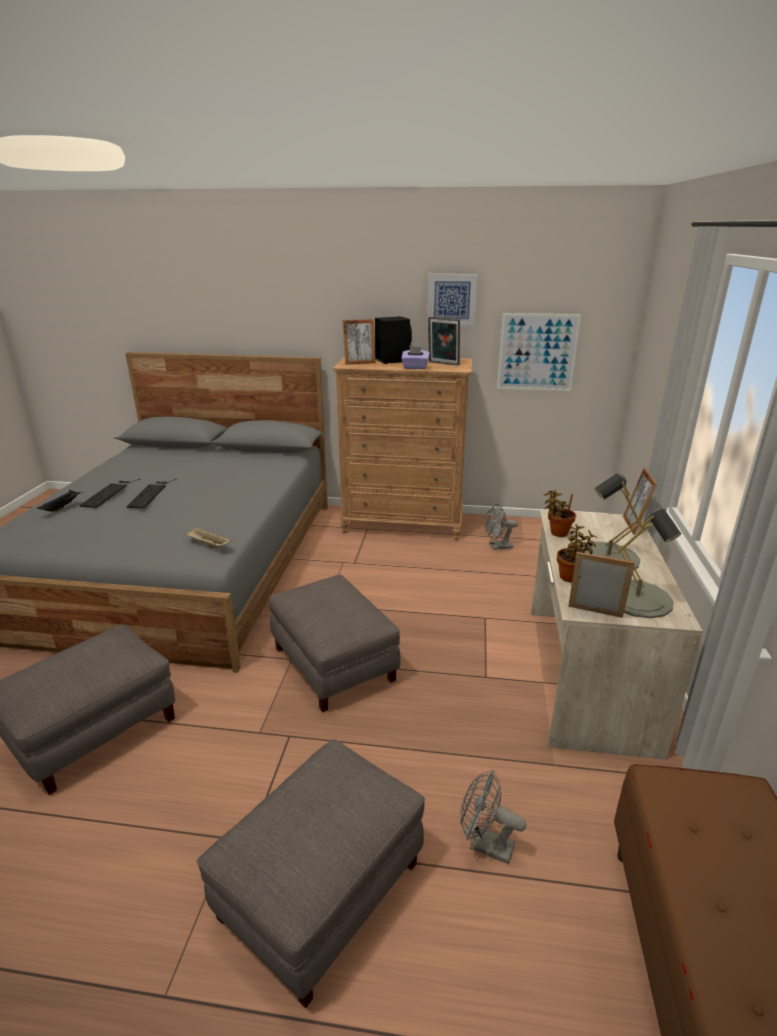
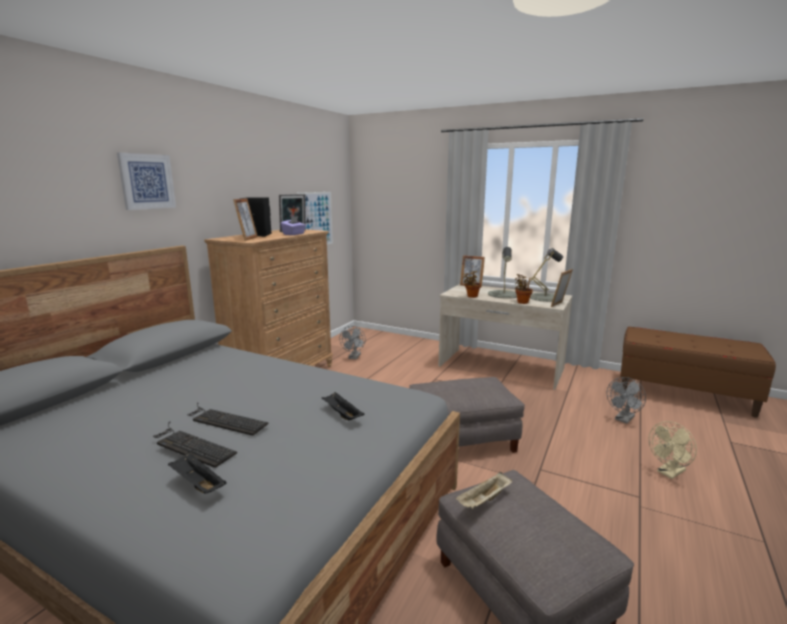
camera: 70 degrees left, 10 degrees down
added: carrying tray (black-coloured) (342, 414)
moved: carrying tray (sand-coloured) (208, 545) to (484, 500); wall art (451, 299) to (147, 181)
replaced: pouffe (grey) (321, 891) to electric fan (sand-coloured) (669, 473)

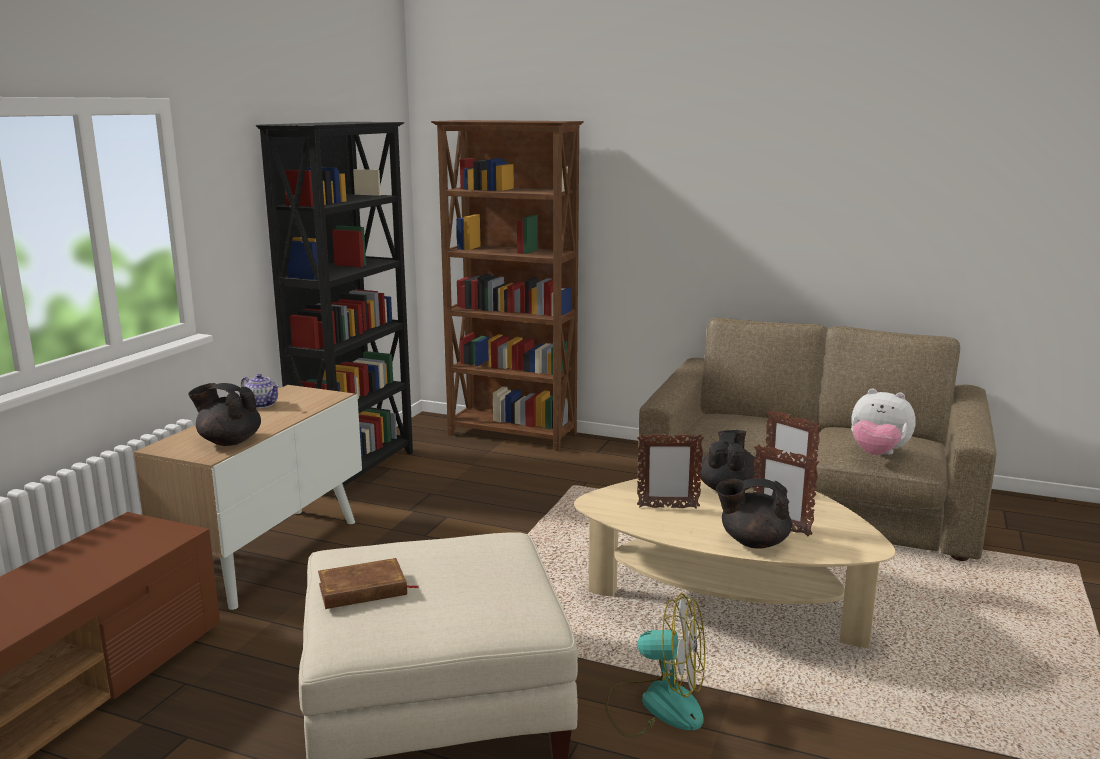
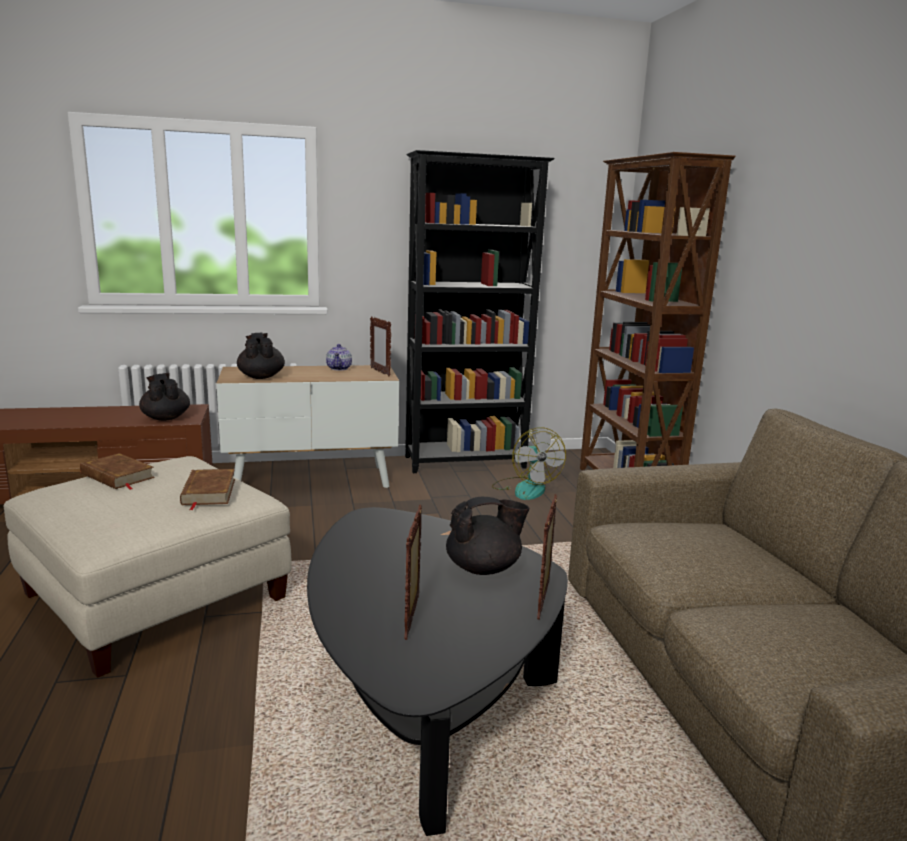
camera: 55 degrees right, 0 degrees up
removed: plush toy (877, 454)
added: volume (brownish) (208, 492)
moved: electric fan (656, 704) to (525, 488); photo frame (667, 507) to (380, 372); tea pot (black-coloured) (753, 542) to (165, 418)
recoloured: coffee table (sand-coloured) (725, 608) to coffee table (black-coloured) (423, 695)

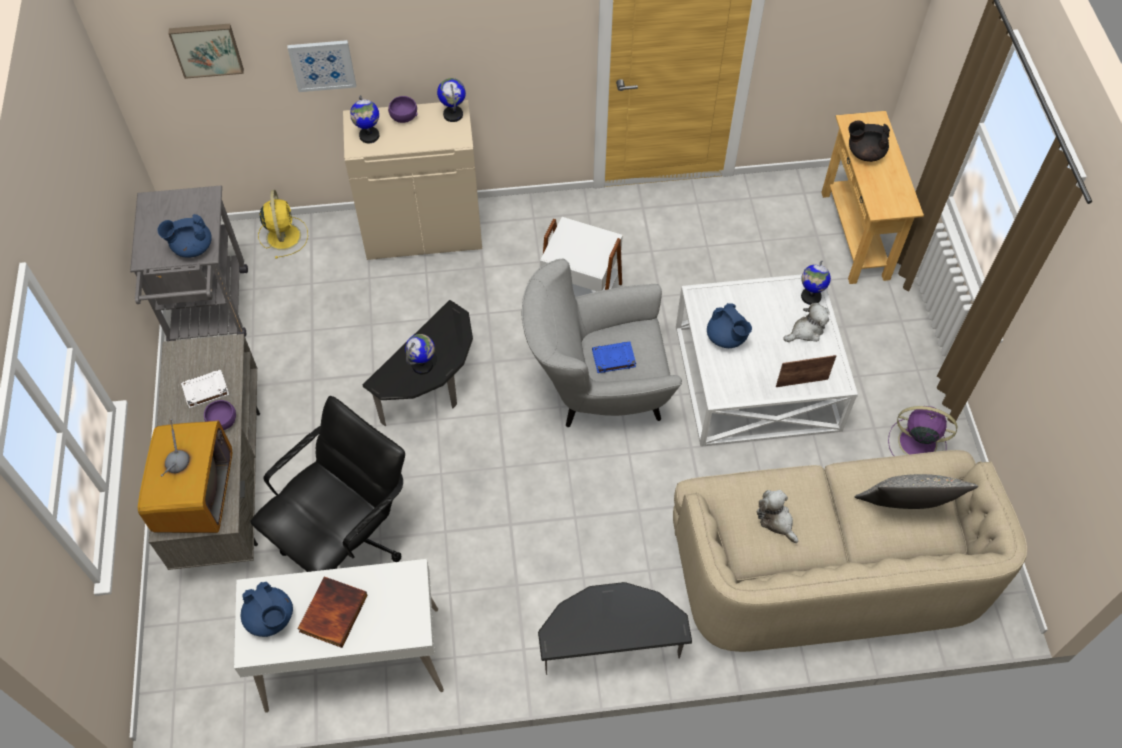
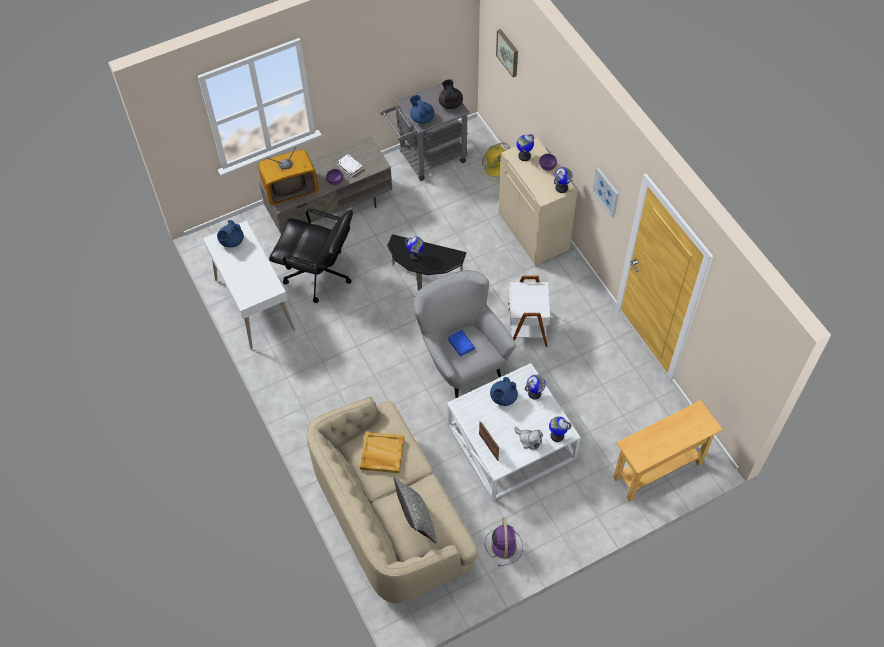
camera: 70 degrees right, 0 degrees up
removed: volume (332, 612); accent table (610, 648)
added: desk globe (534, 393)
moved: wall art (322, 65) to (606, 192); tea pot (black-coloured) (864, 153) to (450, 103)
replaced: plush toy (776, 520) to carrying tray (sand-coloured) (381, 454)

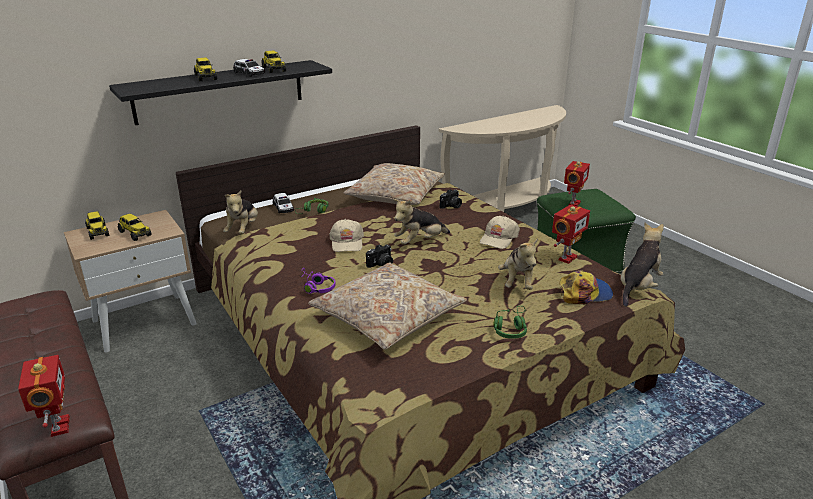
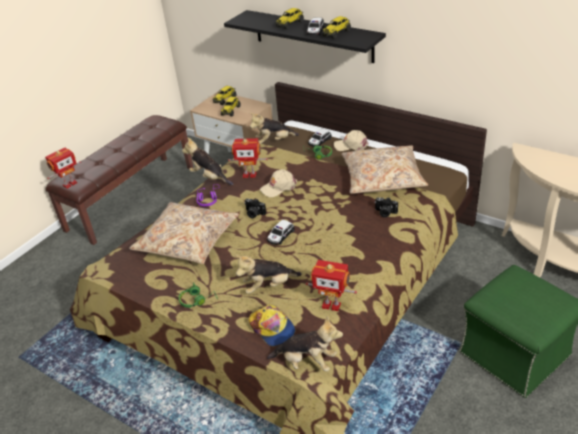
camera: 70 degrees right, 10 degrees up
added: toy car (280, 236)
moved: plush toy (420, 242) to (209, 178); cap (sand-coloured) (498, 238) to (351, 145); model robot (573, 203) to (249, 174)

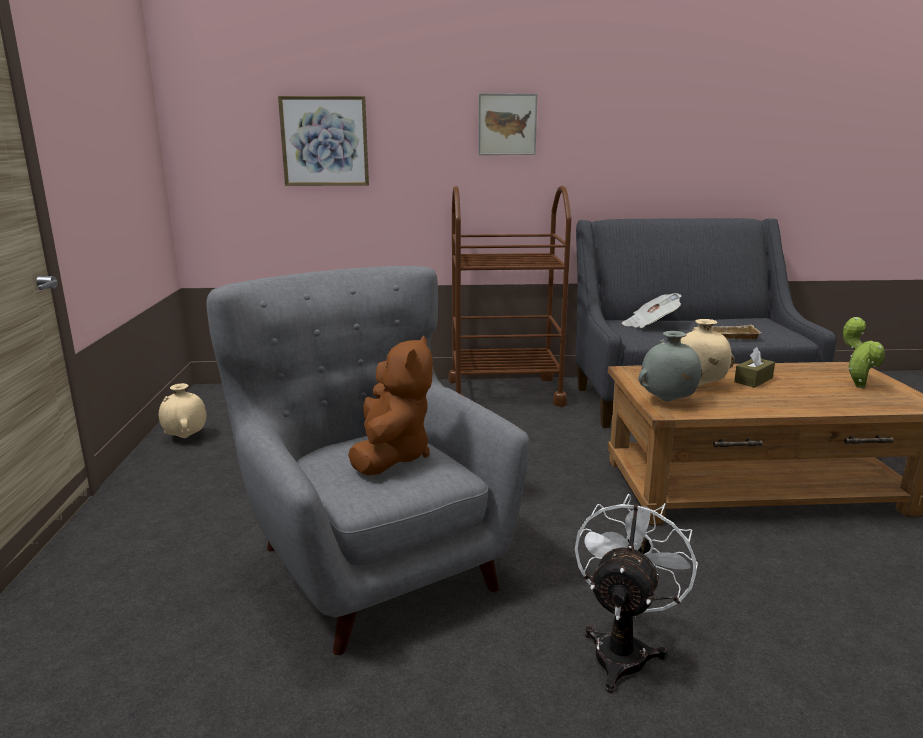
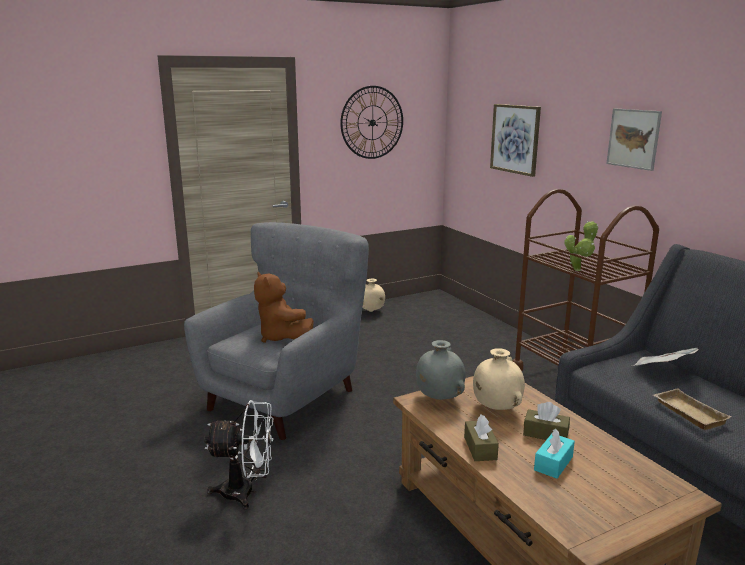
camera: 65 degrees right, 0 degrees up
added: wall clock (372, 122); tissue holder (brownish) (480, 448); tissue holder (turquoise-coloured) (553, 463)
moved: plant in a pot (857, 385) to (579, 269)
turned: plush toy (brownish) (391, 456) = (281, 337) 75 degrees clockwise

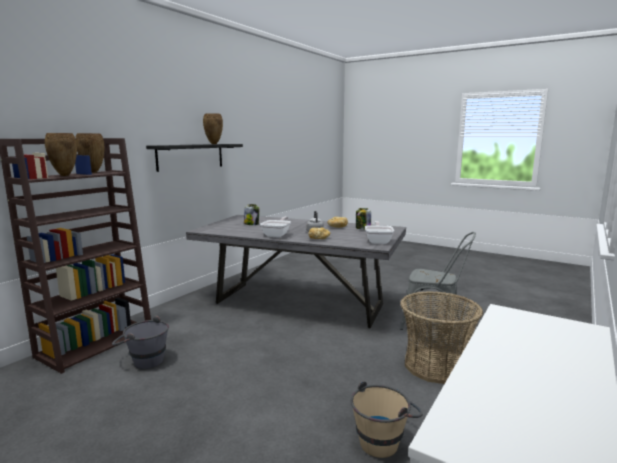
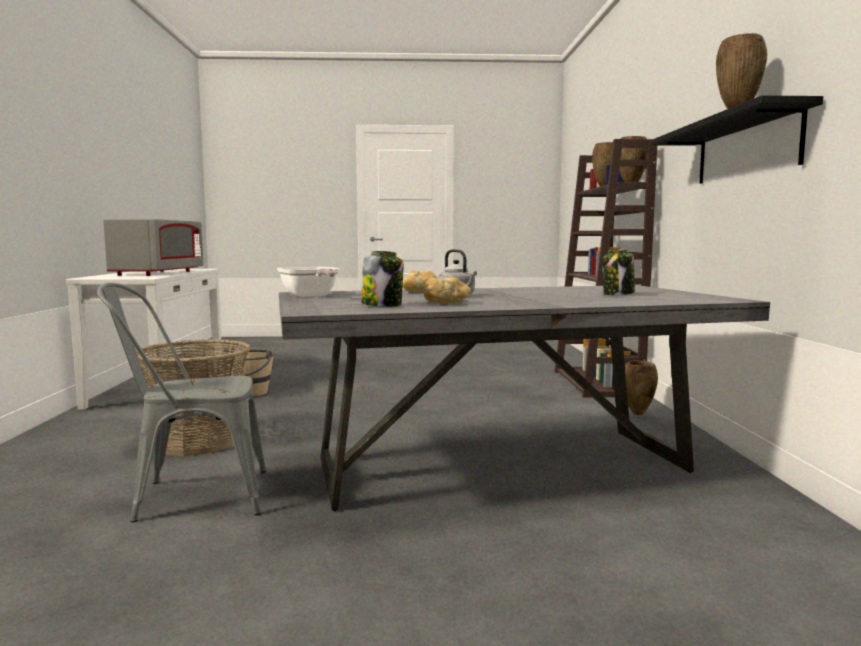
camera: 145 degrees right, 5 degrees down
removed: water bucket (grey) (143, 360); frying pan (277, 235)
added: kitchen microwave (grey) (158, 273); vase (brownish) (638, 414)

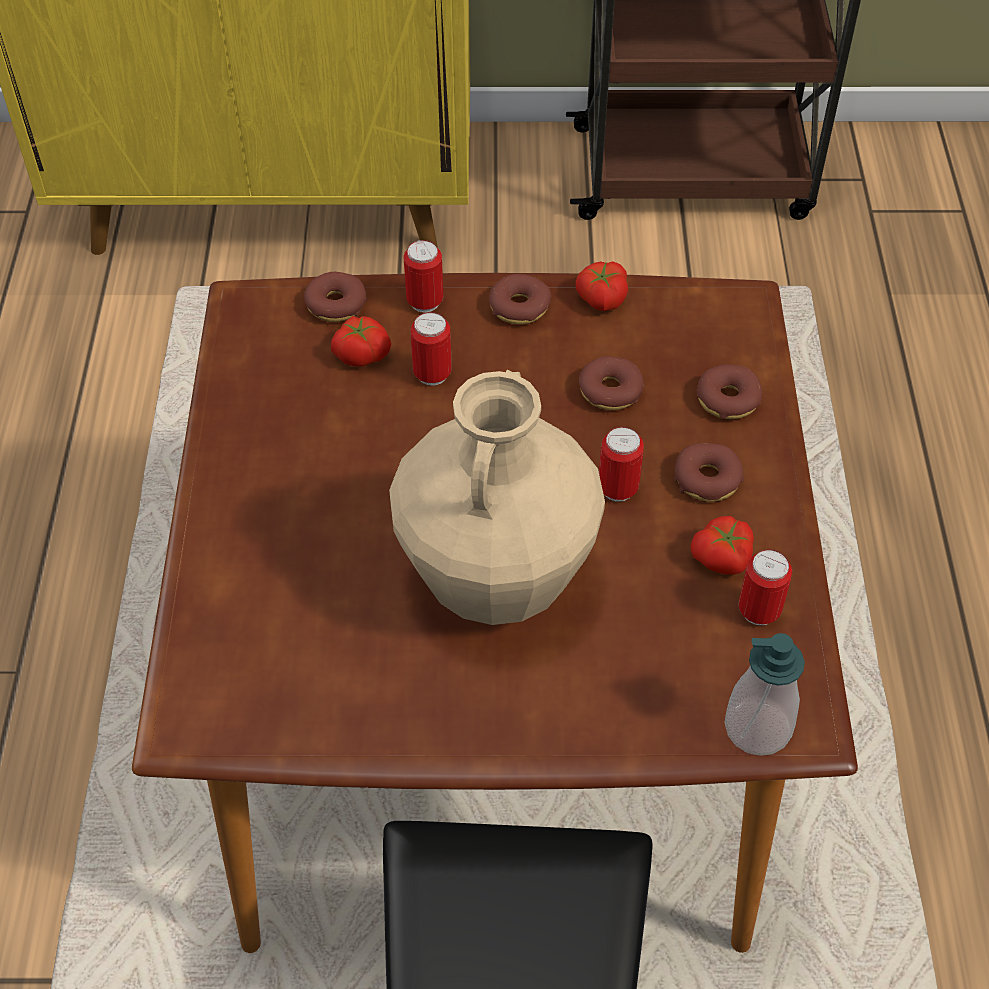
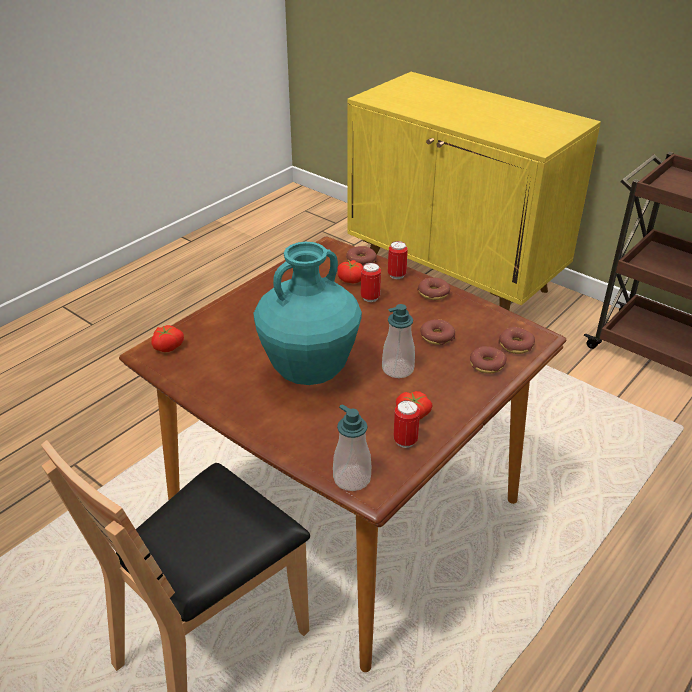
camera: 40 degrees right, 15 degrees down
moved: whole tomato (600, 298) to (167, 346); doughnut (707, 479) to (516, 345)
replaced: metal can (618, 489) to soap bottle (398, 369)
recoloured: vase (sand-coloured) (496, 581) to vase (turquoise-coloured) (310, 371)

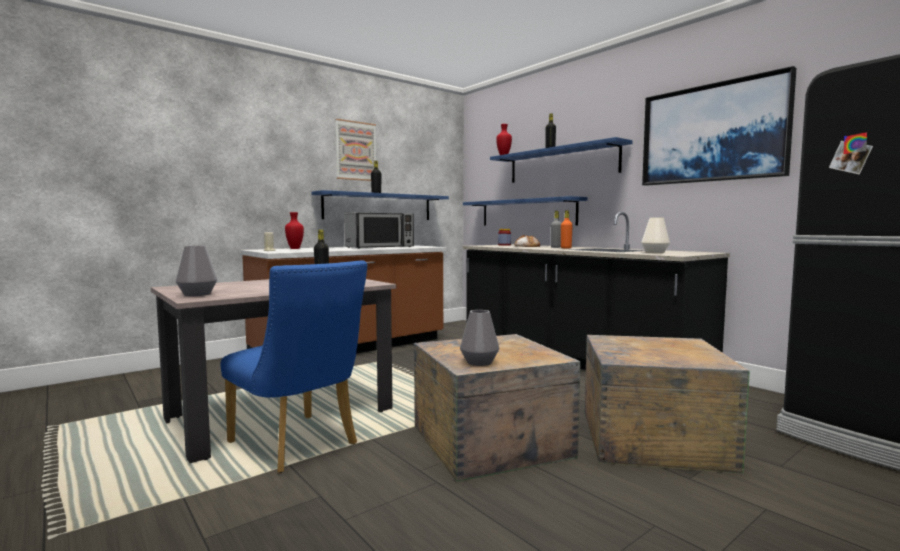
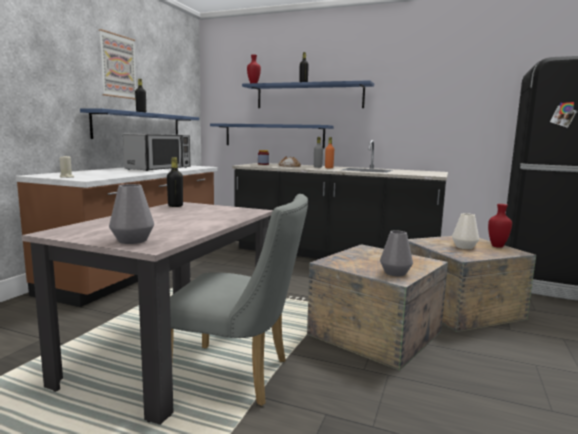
camera: 30 degrees left, 5 degrees up
removed: wall art (712, 133)
moved: vase (reddish) (295, 248) to (498, 246); vase (white) (654, 252) to (464, 247)
recoloured: chair (blue-coloured) (299, 446) to chair (grey) (238, 376)

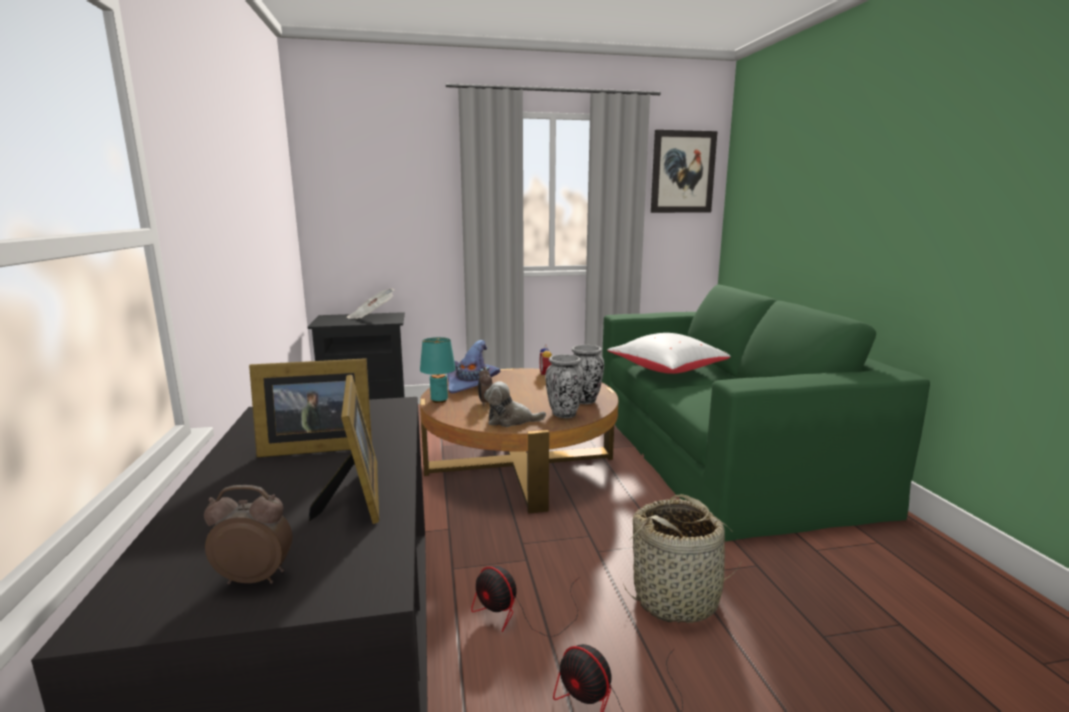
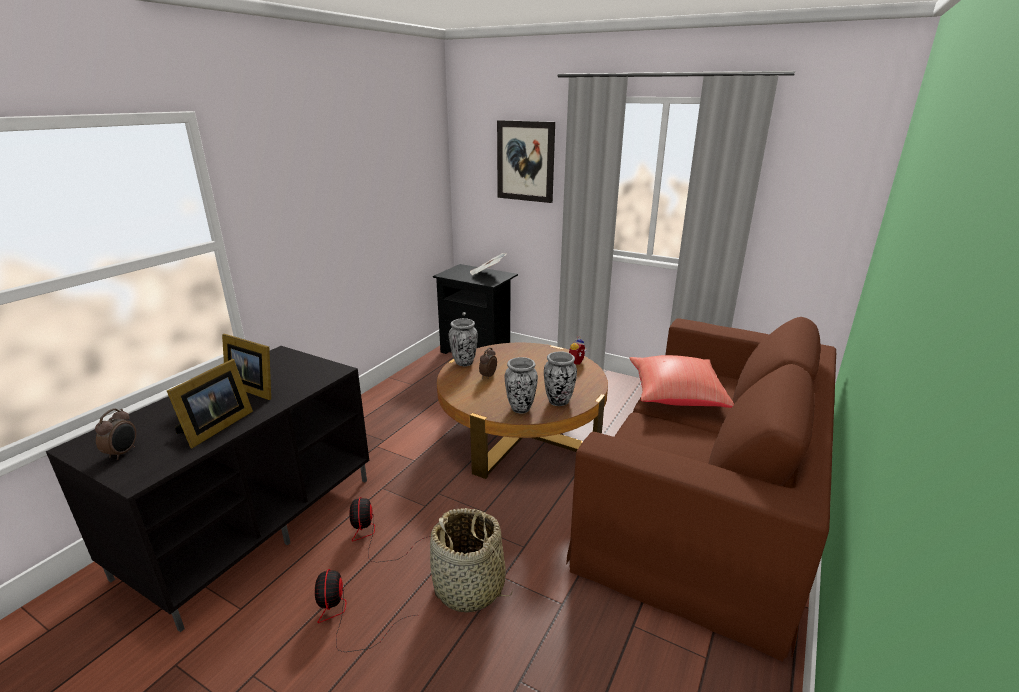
camera: 40 degrees right, 10 degrees up
removed: wearable hat (purple) (472, 383); plush toy (510, 420)
moved: wall art (682, 172) to (525, 161)
replaced: tabletop lamp (turquoise-coloured) (439, 400) to vase (464, 362)
recoloured: couch (greenish) (721, 450) to couch (brownish) (708, 495); throw pillow (white) (665, 370) to throw pillow (reddish) (675, 396)
turned: bedside clock (255, 577) = (123, 453) 60 degrees clockwise

